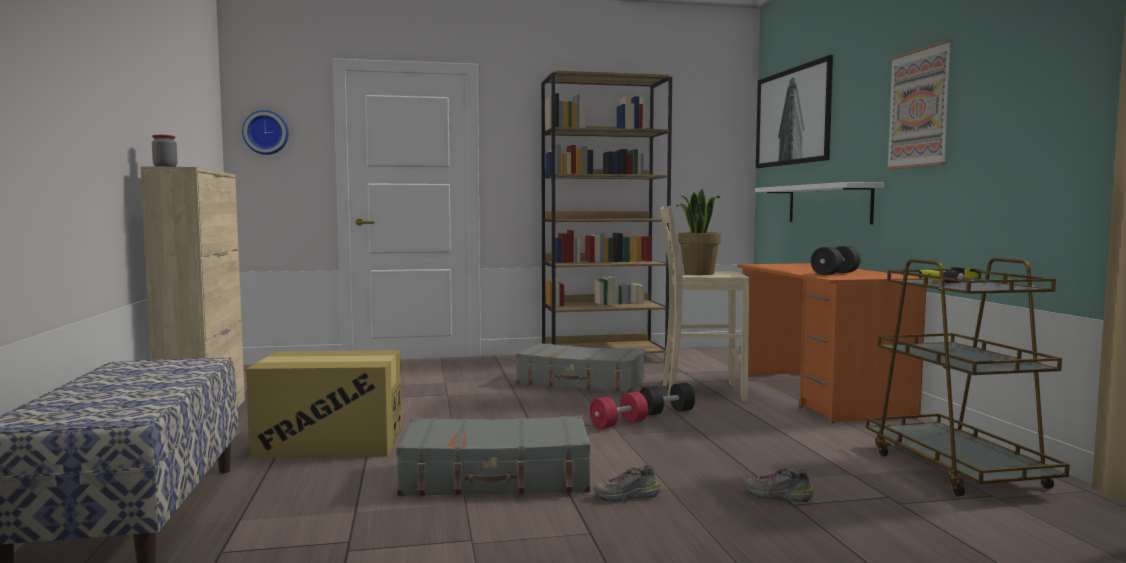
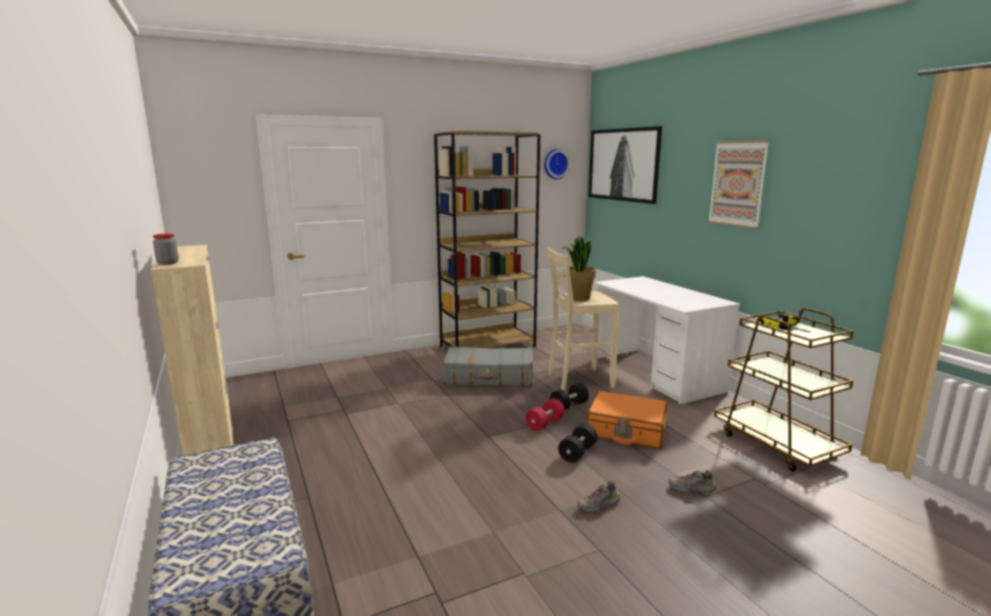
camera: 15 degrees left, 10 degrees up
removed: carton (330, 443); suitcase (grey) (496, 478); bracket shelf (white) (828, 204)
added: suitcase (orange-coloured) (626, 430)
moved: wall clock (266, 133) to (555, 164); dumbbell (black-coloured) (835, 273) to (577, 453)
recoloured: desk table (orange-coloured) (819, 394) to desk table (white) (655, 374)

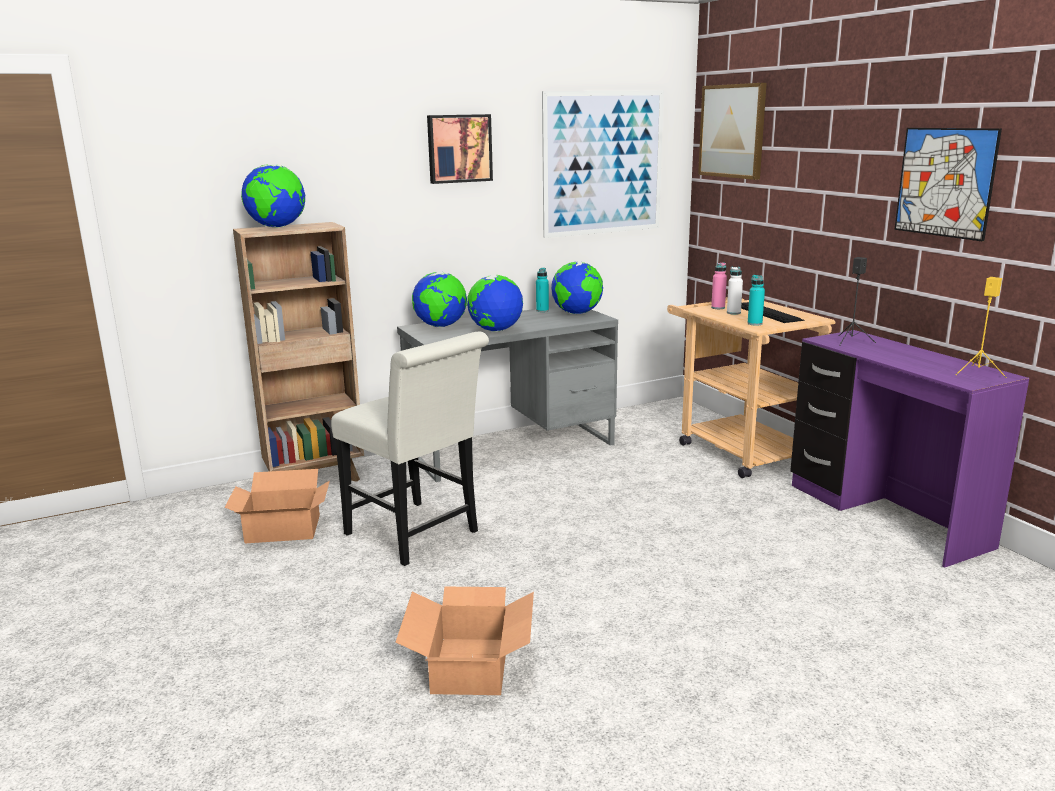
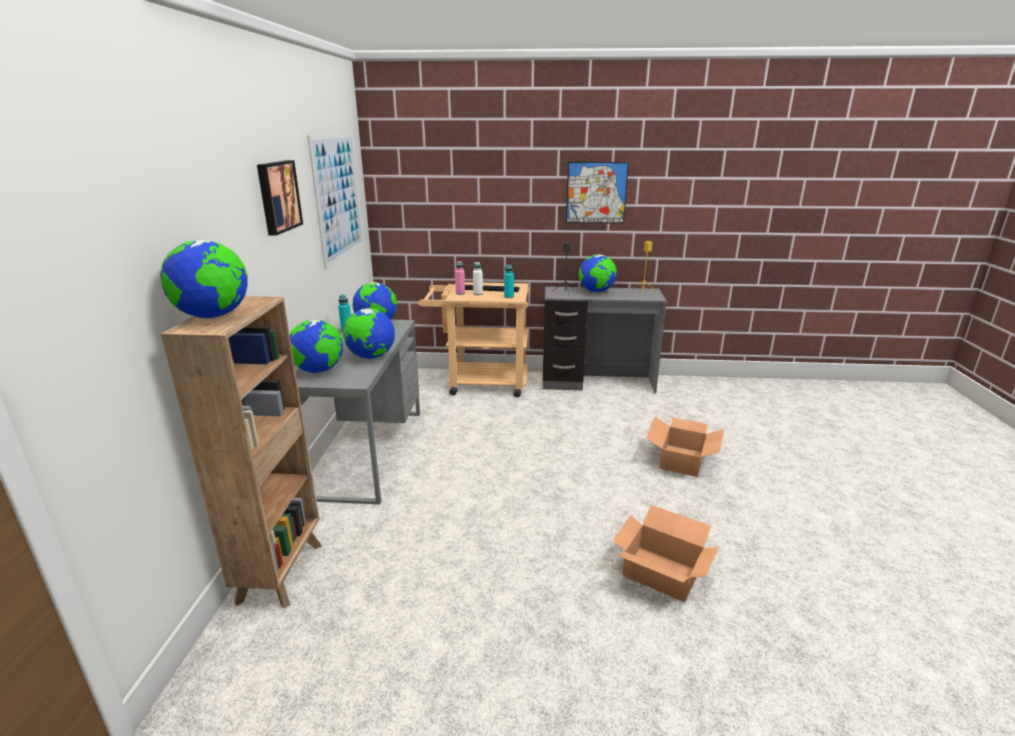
camera: 60 degrees left, 5 degrees up
removed: chair (white) (417, 536); wall art (733, 131)
added: desk globe (596, 292)
moved: carton (283, 529) to (682, 460)
recoloured: desk table (purple) (884, 516) to desk table (grey) (597, 383)

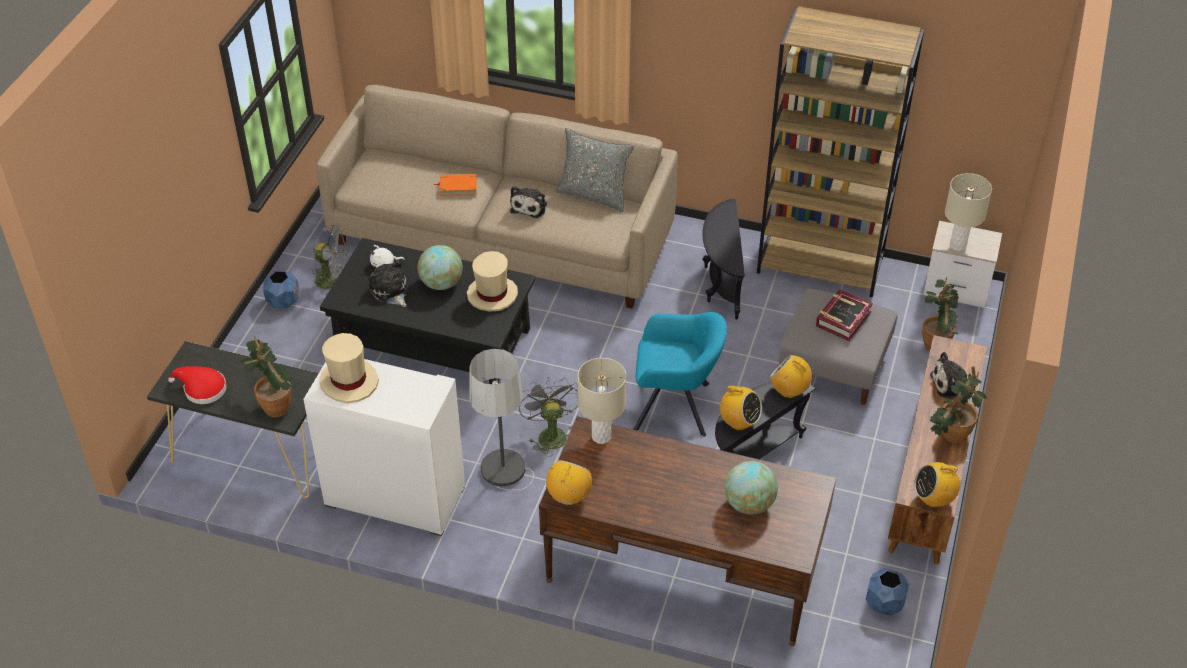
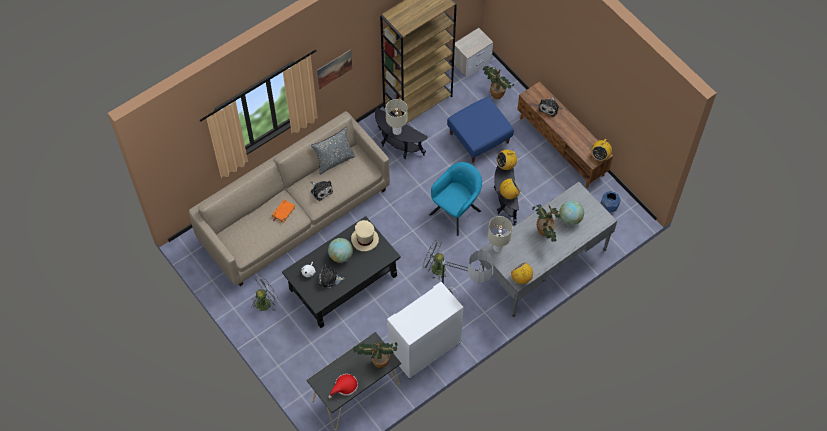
camera: 55 degrees left, 15 degrees up
removed: planter (blue-coloured) (283, 301); wearable hat (sand-coloured) (349, 381); volume (842, 319)
added: wall art (334, 69)
moved: plant in a pot (949, 436) to (544, 233); tabletop lamp (sand-coloured) (958, 245) to (397, 131)
recoloured: desk table (brownish) (682, 569) to desk table (grey) (543, 264); pouffe (grey) (834, 365) to pouffe (blue-coloured) (479, 137)

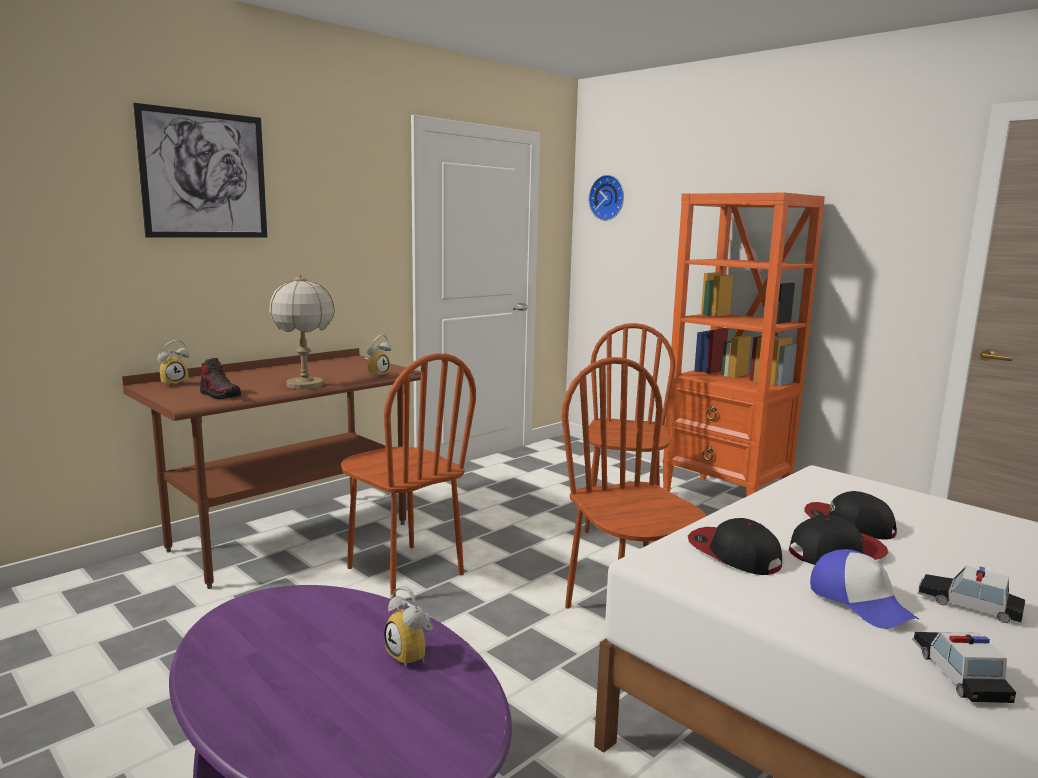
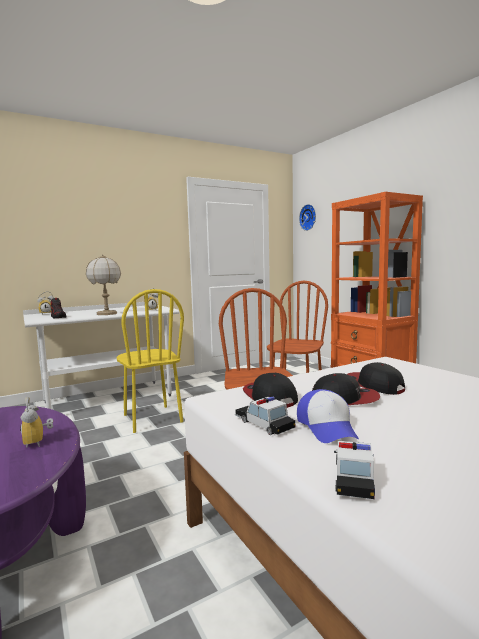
camera: 15 degrees right, 5 degrees down
removed: wall art (204, 175)
moved: toy car (968, 605) to (263, 424)
recoloured: desk table (brownish) (291, 536) to desk table (white) (108, 399); chair (brownish) (404, 571) to chair (yellow-coloured) (152, 418)

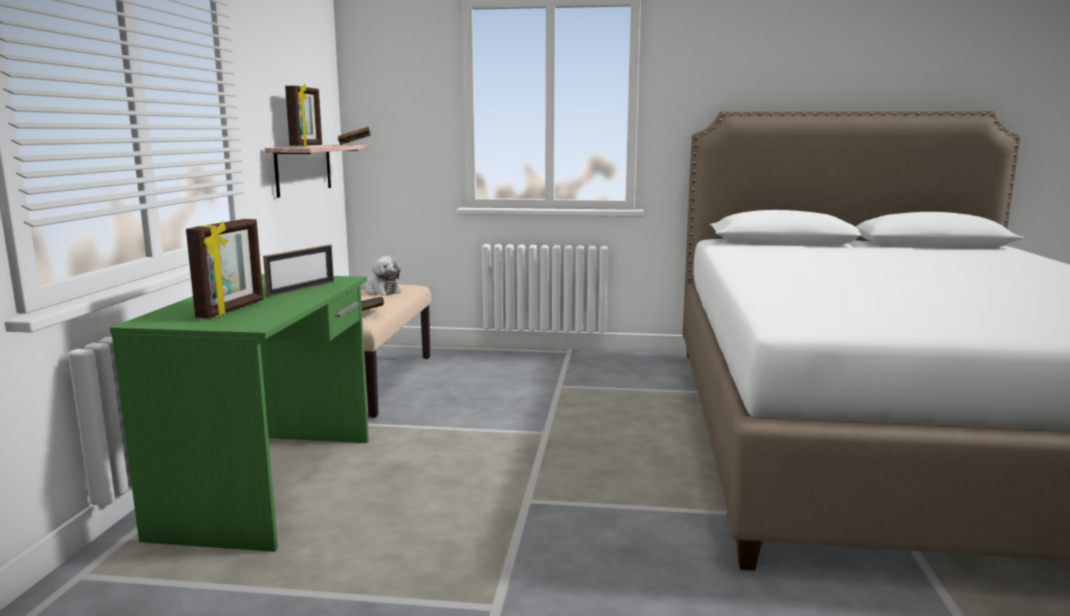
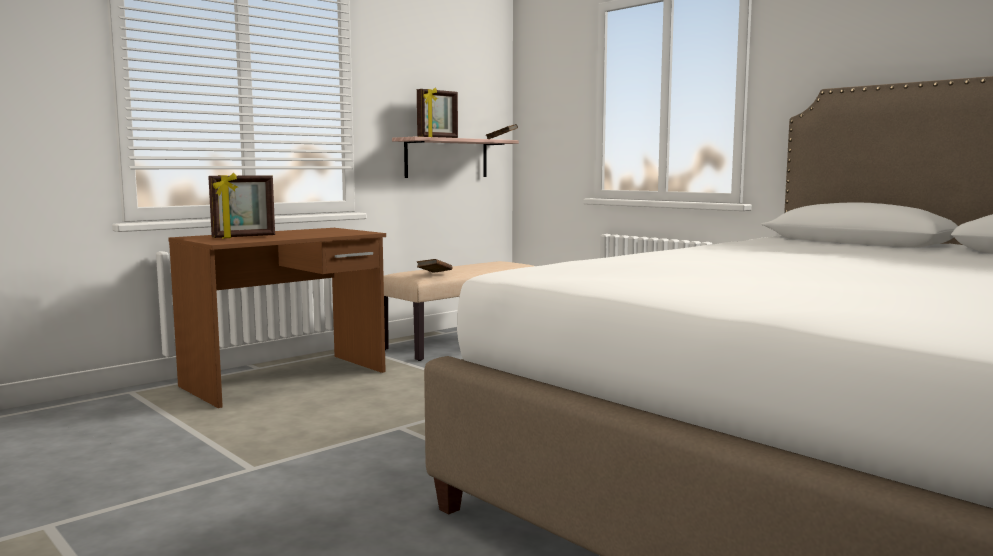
camera: 40 degrees right, 5 degrees down
removed: photo frame (301, 289); plush toy (379, 291)
recoloured: desk table (greenish) (273, 484) to desk table (brownish) (287, 379)

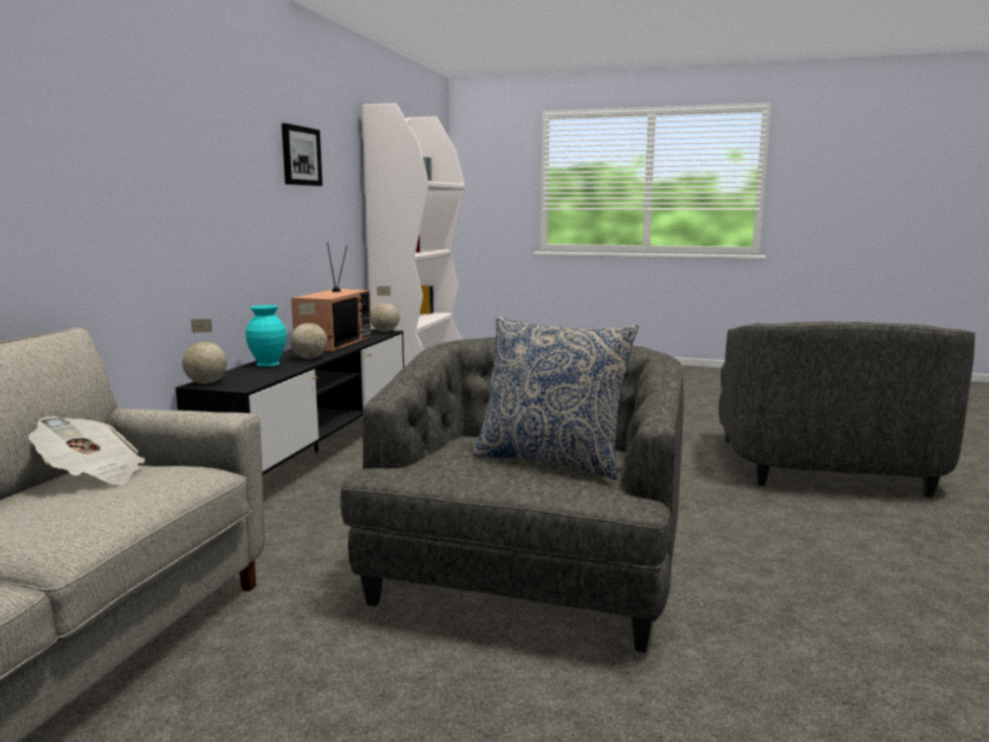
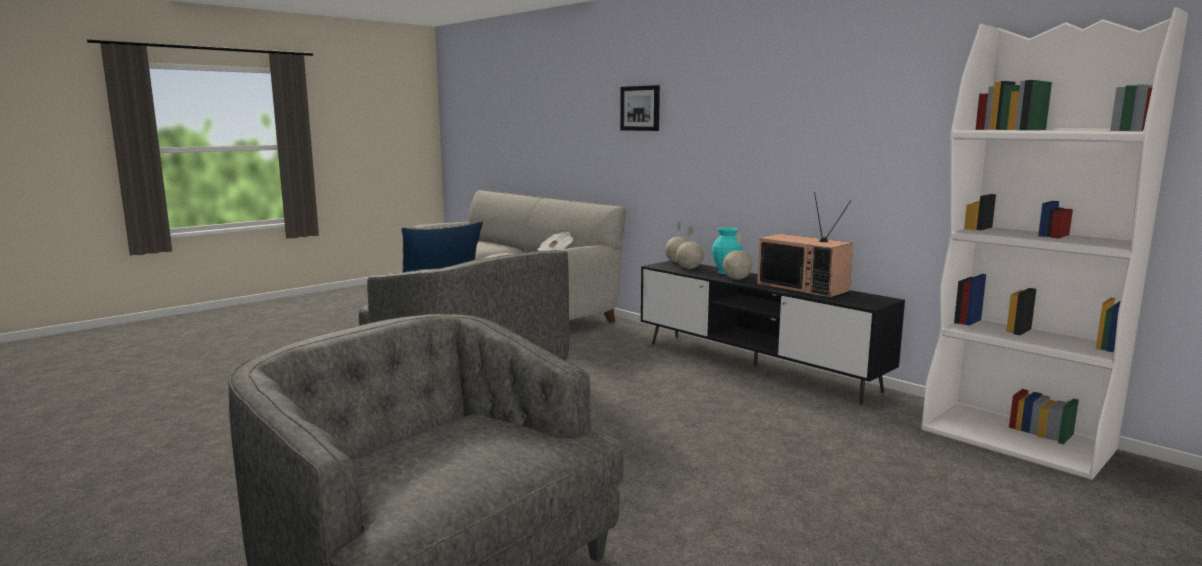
camera: 120 degrees right, 0 degrees up
moved: wall art (300, 156) to (640, 108); desk globe (385, 332) to (689, 268)

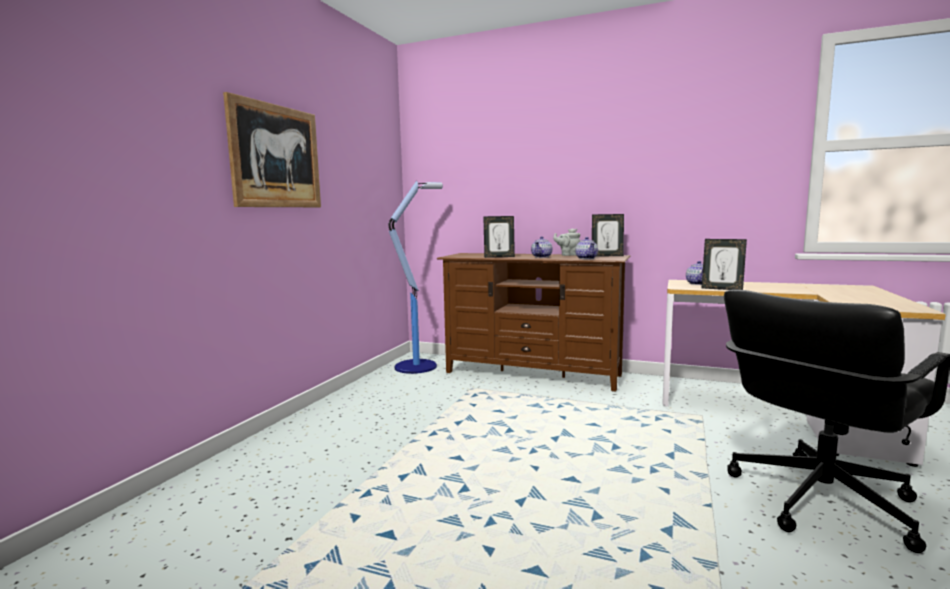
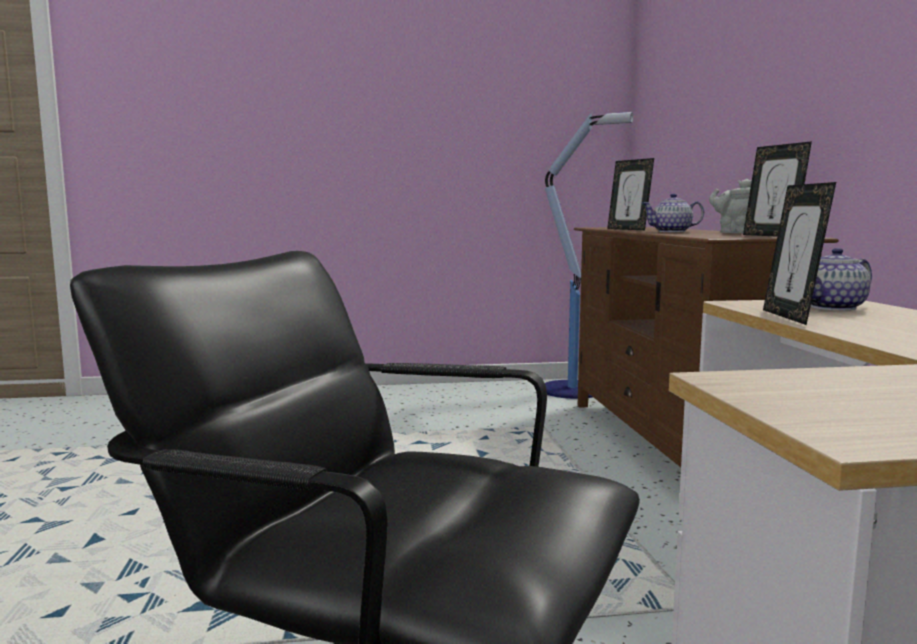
camera: 60 degrees right, 0 degrees up
removed: wall art (276, 156); tea pot (586, 258)

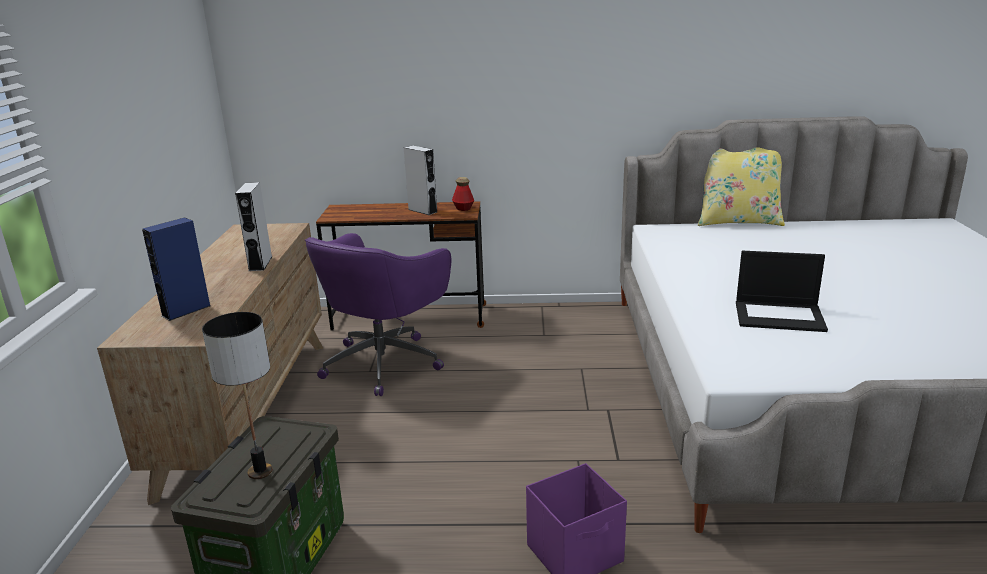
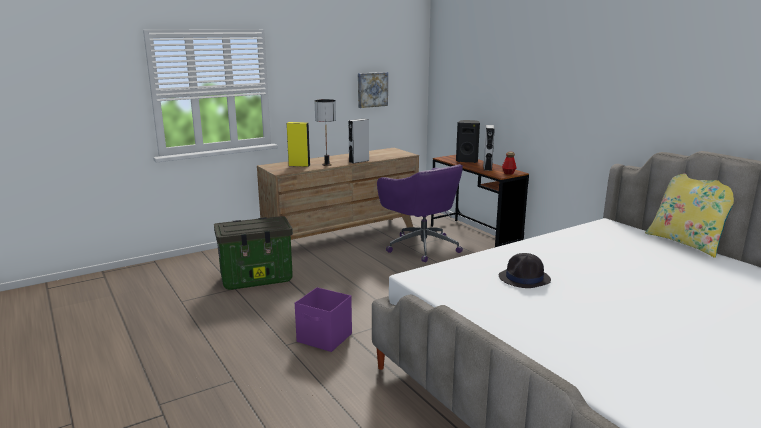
camera: 55 degrees right, 5 degrees down
added: wall art (372, 89); audio speaker (black-coloured) (467, 161)
moved: tabletop lamp (260, 472) to (326, 165)
replaced: laptop (780, 316) to wearable hat (black-coloured) (524, 278)
recoloured: audio speaker (blue-coloured) (186, 310) to audio speaker (yellow-coloured) (299, 165)
turned: desk chair (purple) (385, 362) = (421, 246) 120 degrees counterclockwise

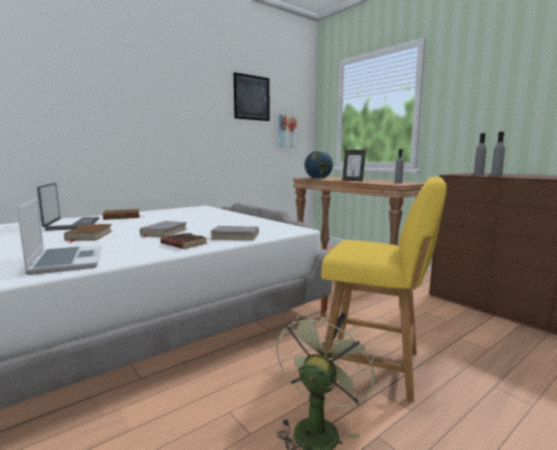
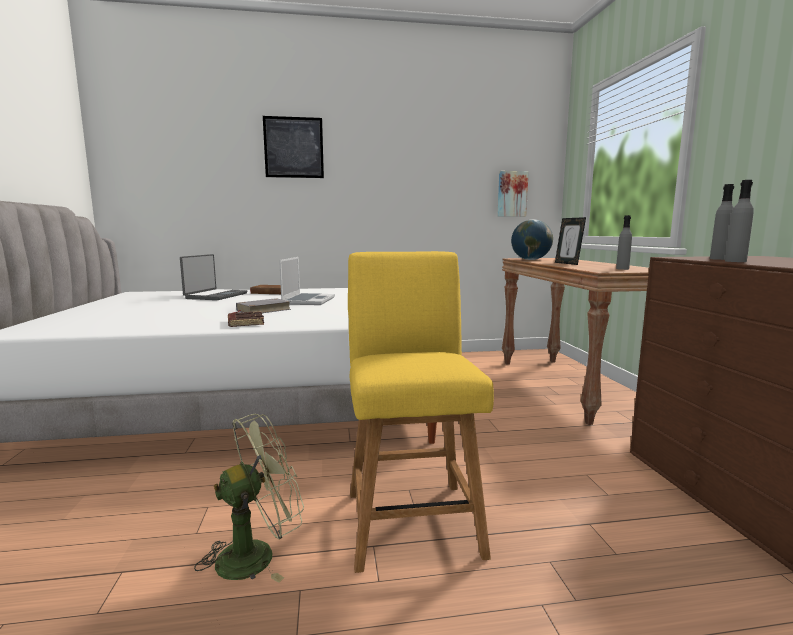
camera: 30 degrees right, 0 degrees up
removed: volume (brownish) (89, 235); volume (grey) (235, 236)
moved: laptop (66, 261) to (308, 300); wall art (252, 97) to (293, 147)
turned: chair (yellow-coloured) (376, 366) = (411, 518) 150 degrees counterclockwise

